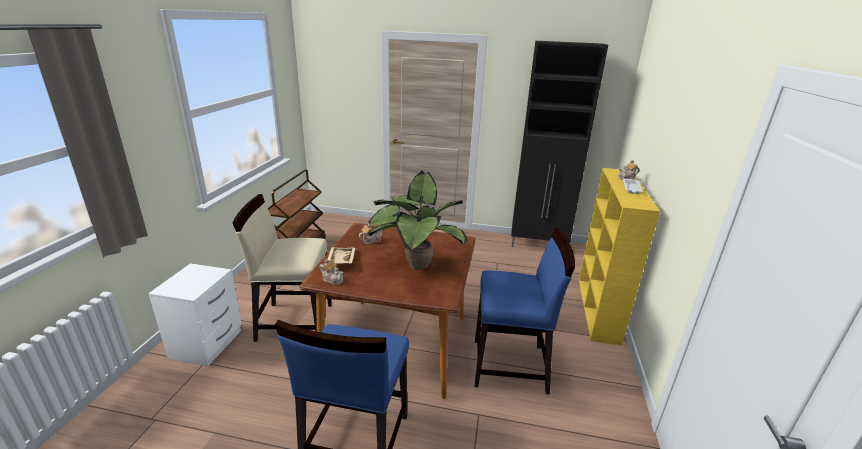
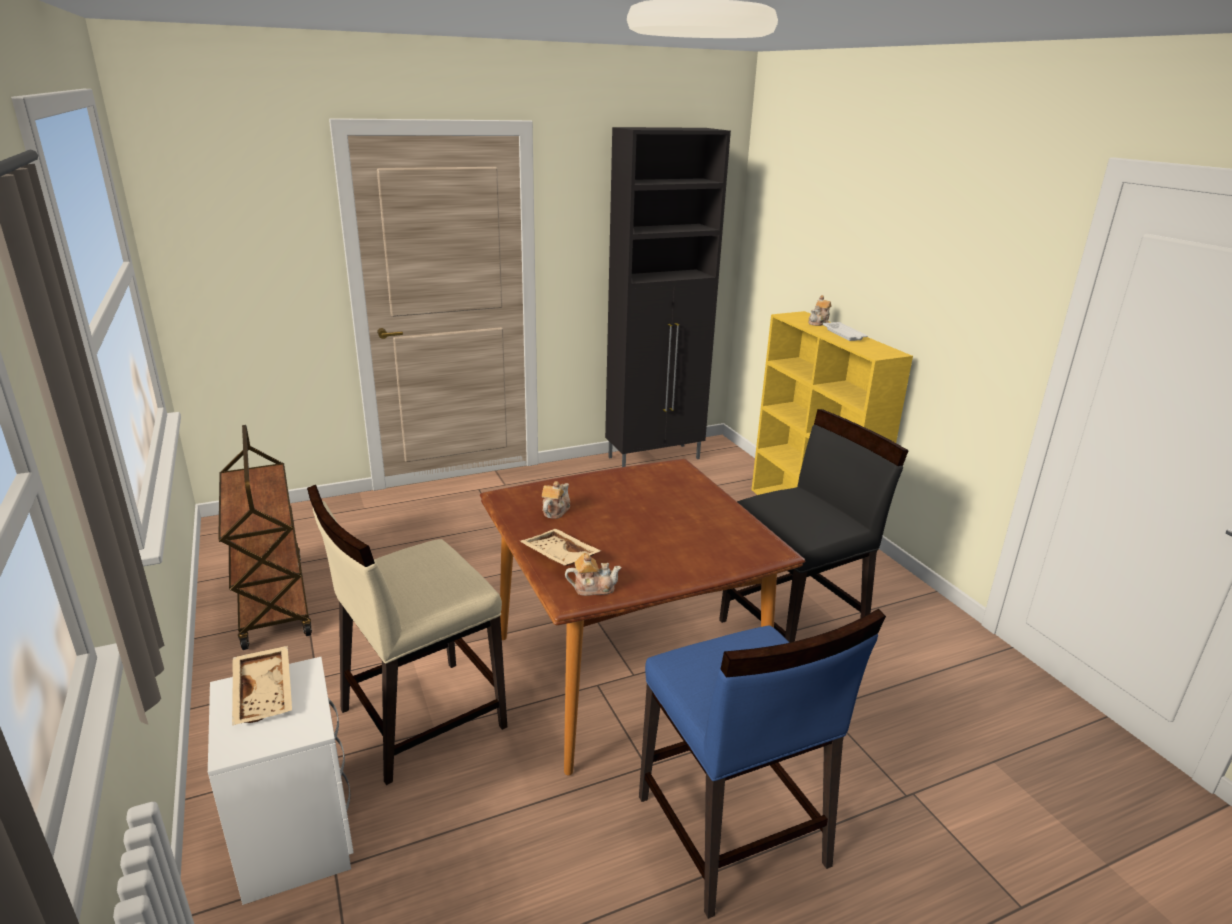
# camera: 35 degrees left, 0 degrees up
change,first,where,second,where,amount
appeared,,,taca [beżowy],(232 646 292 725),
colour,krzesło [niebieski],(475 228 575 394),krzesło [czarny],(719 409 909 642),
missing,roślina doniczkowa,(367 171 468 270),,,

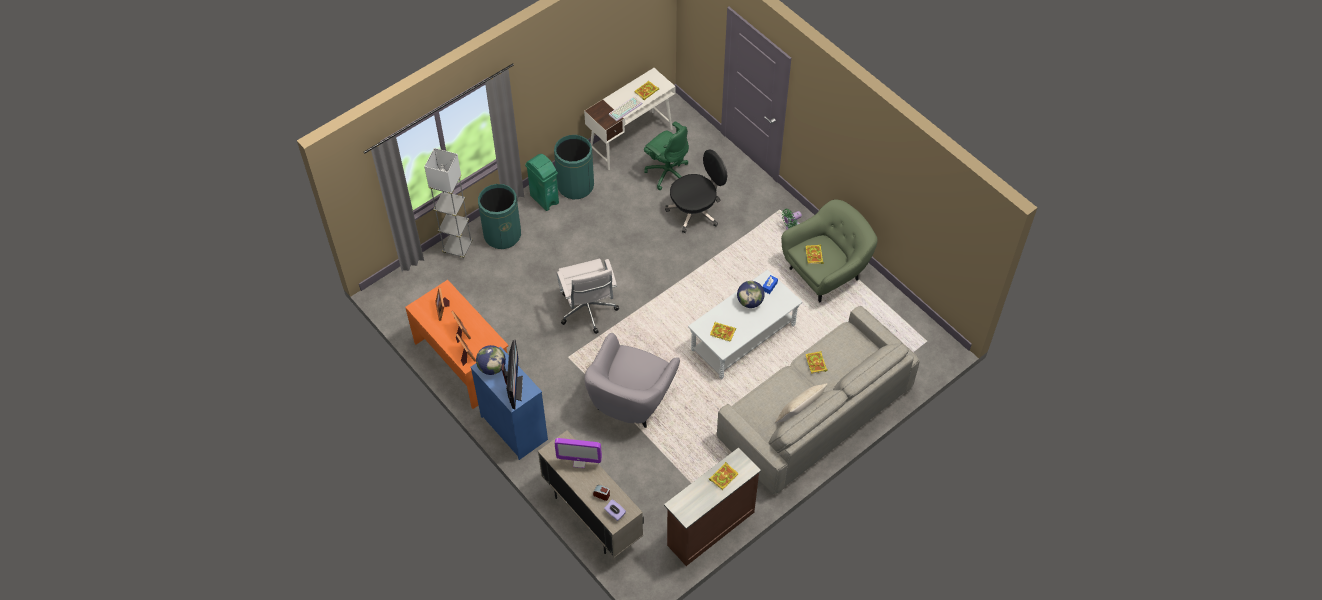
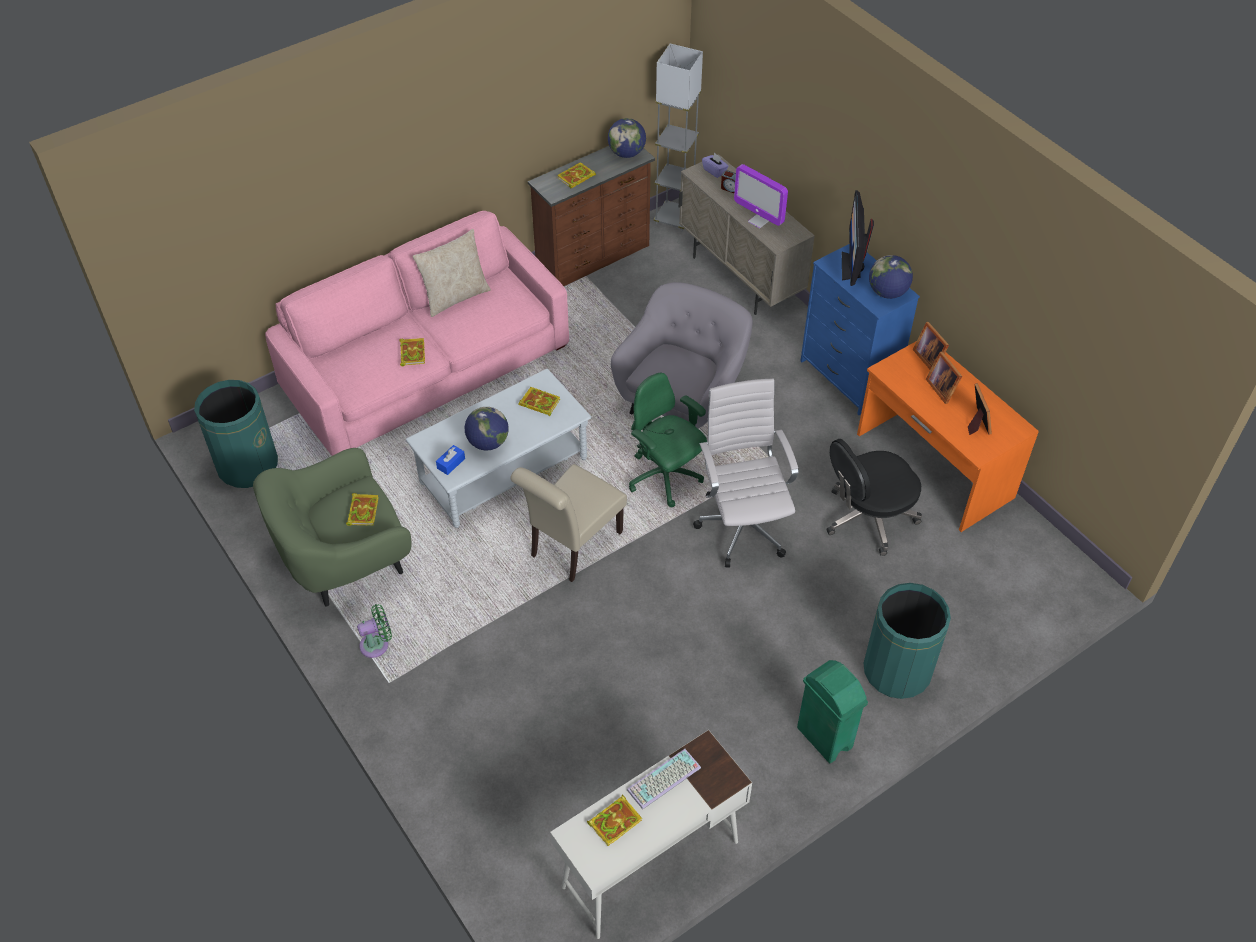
# camera: 175 degrees left, 5 degrees down
change,first,where,second,where,amount
relocated,kosz na śmieci [zielony],(554 135 594 199),,(194 380 278 488),
colour,kanapa [szary],(717 306 919 495),kanapa [różowy],(265 211 569 456),
appeared,,,krzesło [beżowy],(510 464 627 582),
appeared,,,globus,(608 118 646 158),
relocated,krzesło biurowe [zielony],(644 122 689 190),,(629 373 707 507),
relocated,lampa stojąca [szary],(424 148 473 259),,(654 43 703 232),
spun,monitor,(555 438 602 468),,(734 164 788 228),150 degrees counterclockwise
relocated,krzesło biurowe [czarny],(665 149 727 233),,(826 439 922 556),

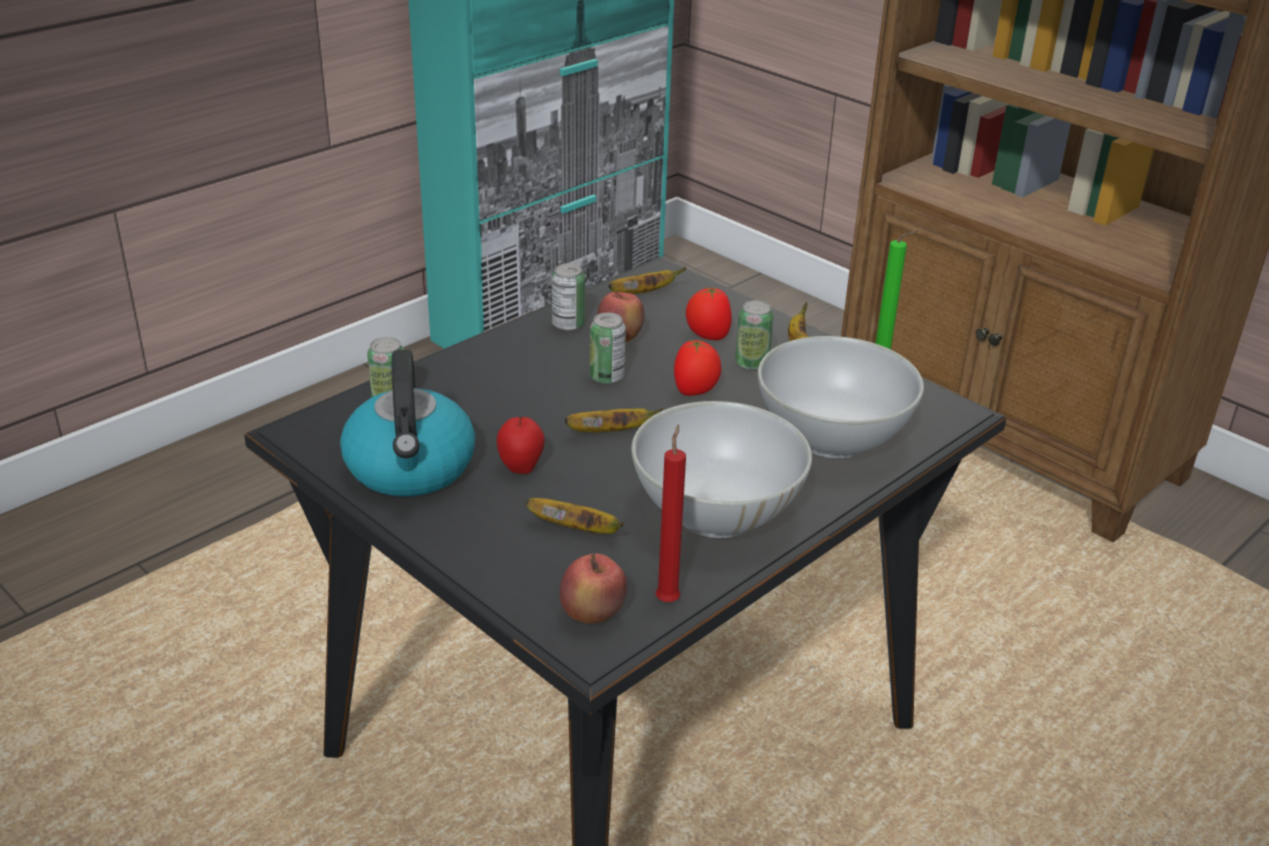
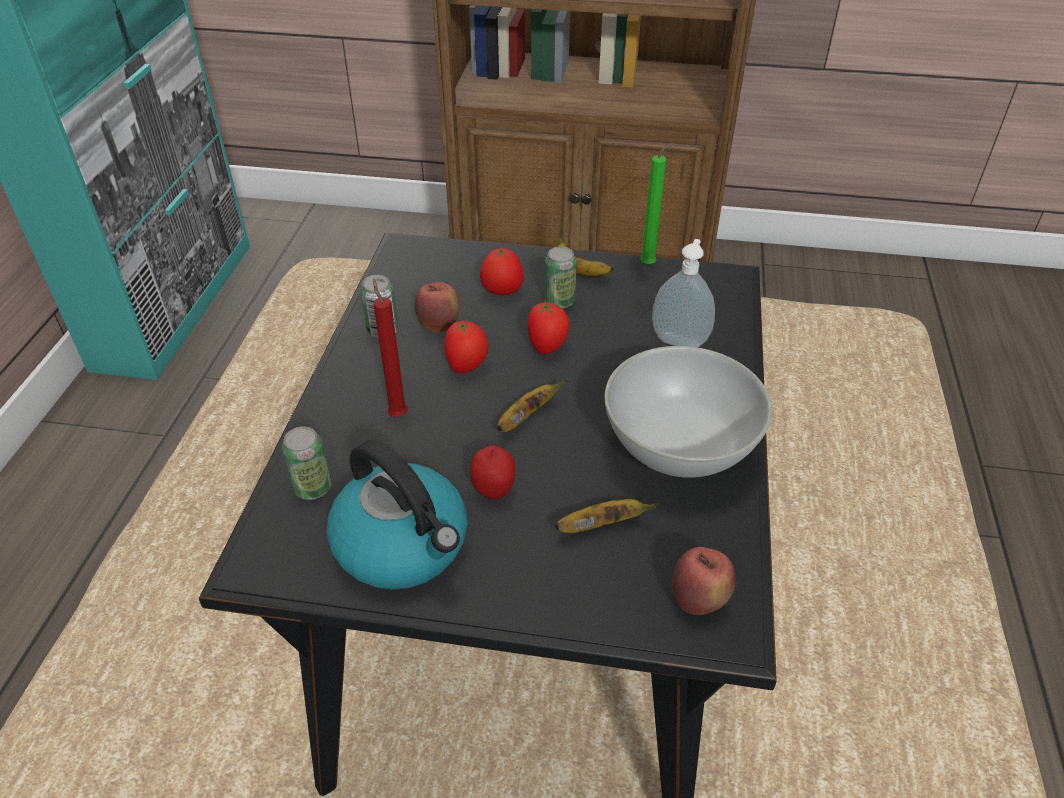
# camera: 35 degrees left, 10 degrees up
change,first,where,second,where,amount
relocated,świeca [czerwony],(656 424 686 602),,(373 278 408 417),
exchanged,puszka,(590 312 626 384),pomidor,(444 319 489 373),
exchanged,miska [biały],(758 336 924 459),dozownik mydła,(652 239 715 347),
missing,banan,(608 267 686 294),,,

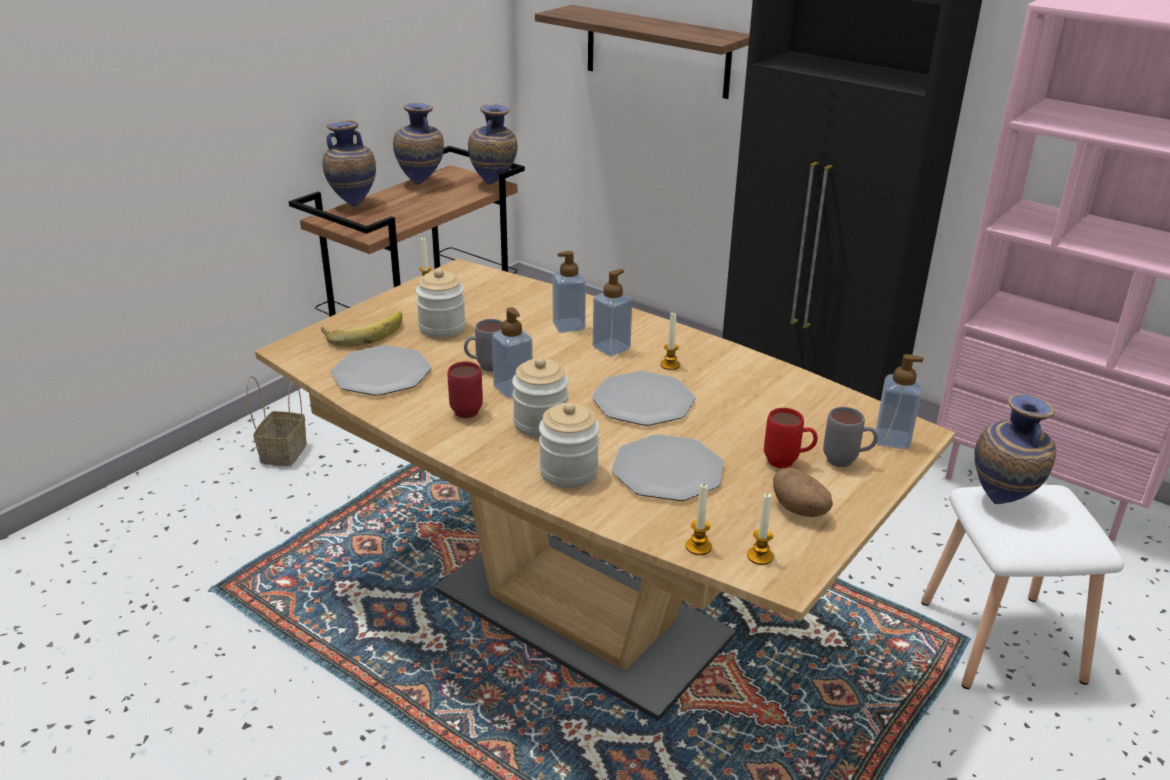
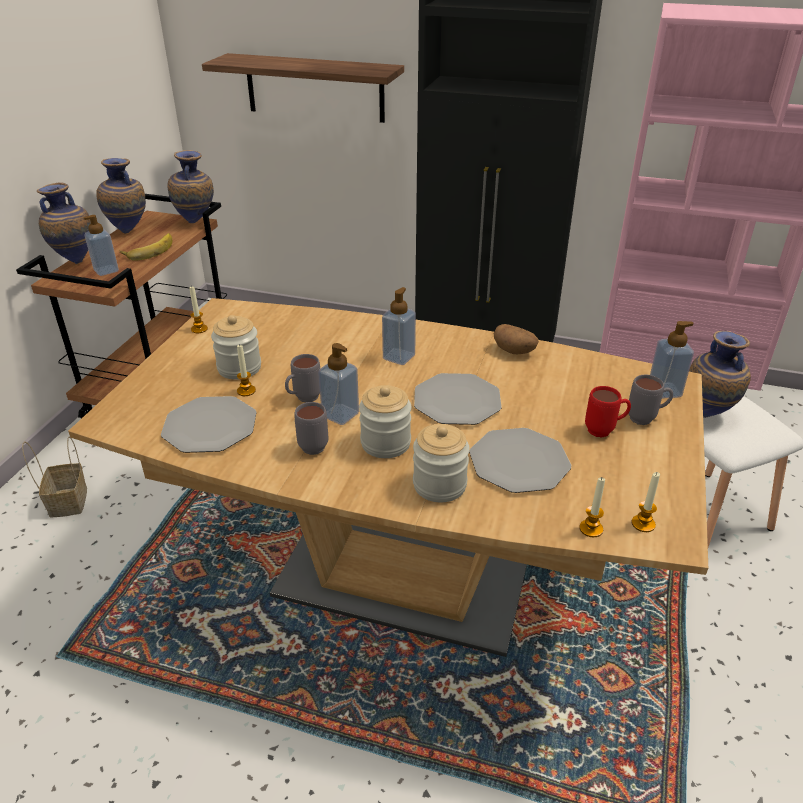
# camera: 20 degrees left, 5 degrees up
change,first,where,second,where,amount
relocated,dozownik mydła,(553 251 586 333),,(84 215 119 276),
relocated,banan,(321 311 402 347),,(119 233 172 261),
relocated,świeca,(660 311 680 370),,(237 344 256 396),
colour,kubek [czerwony],(448 362 483 418),kubek [szary],(294 402 328 455),
relocated,ziemniak,(773 468 833 517),,(494 324 539 354),

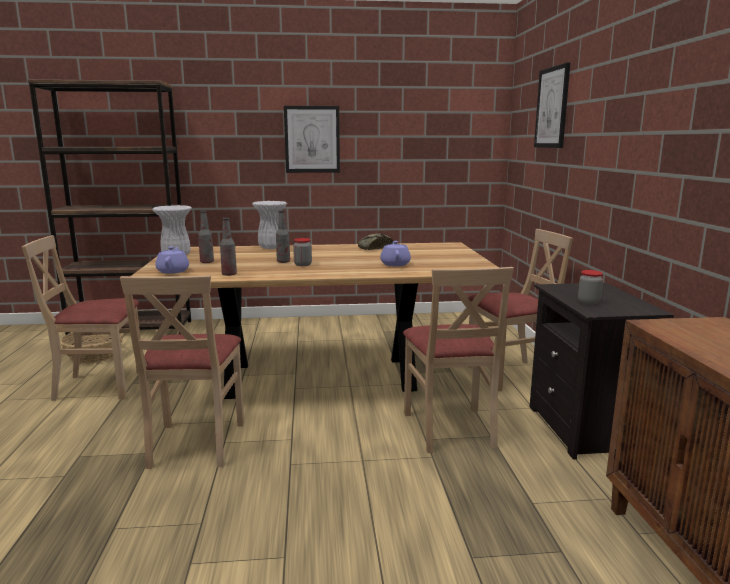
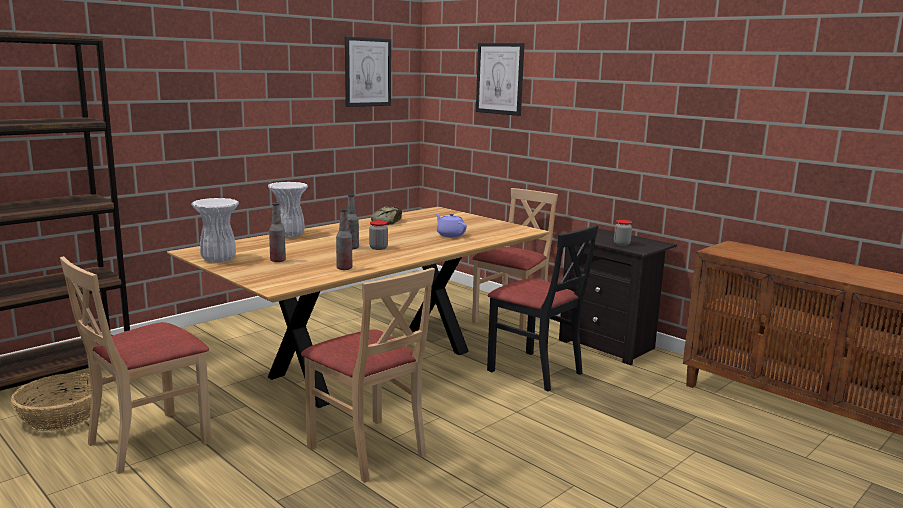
# camera: 40 degrees left, 0 degrees up
change,first,where,second,where,amount
relocated,obraz,(284 106 340 173),,(345 36 391 107),
colour,krzesło [beżowy],(403 267 514 453),krzesło [czarny],(487 224 599 392),
missing,imbryk [fioletowy],(155 246 189 274),,,

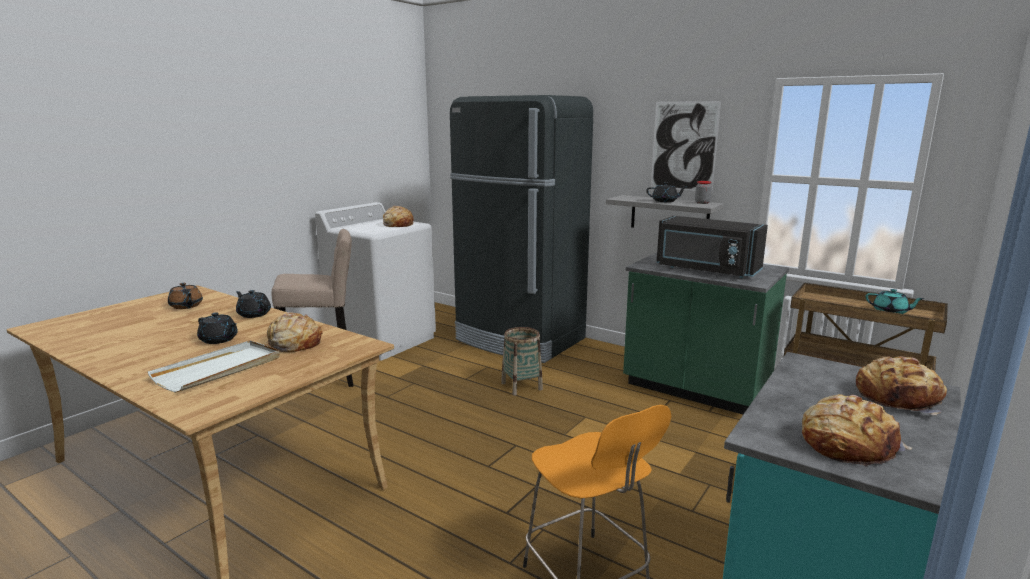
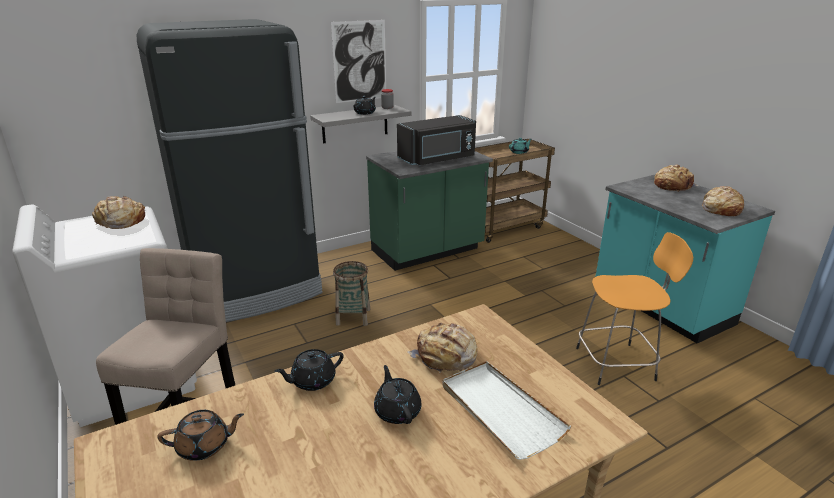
# camera: 65 degrees left, 10 degrees up
change,first,where,second,where,amount
spun,imbryk [czarny],(197 312 238 344),,(374 365 421 424),75 degrees counterclockwise

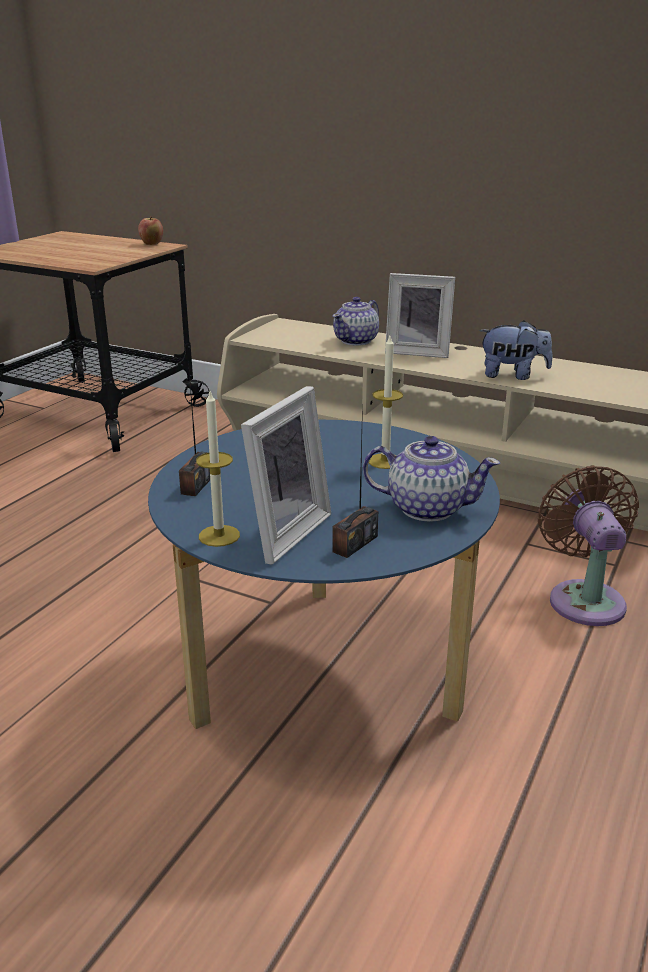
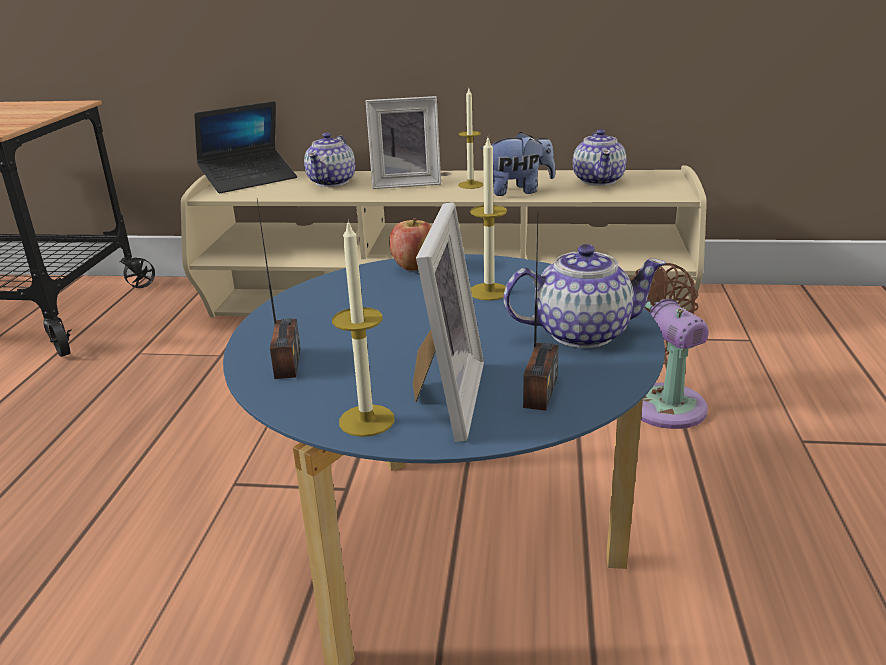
# camera: 20 degrees left, 0 degrees up
change,first,where,second,where,amount
appeared,,,laptop,(194 101 297 193),
relocated,jabłko,(138 216 163 245),,(389 218 432 271),
appeared,,,świeca,(458 89 483 189),
appeared,,,imbryk,(573 129 626 186),

